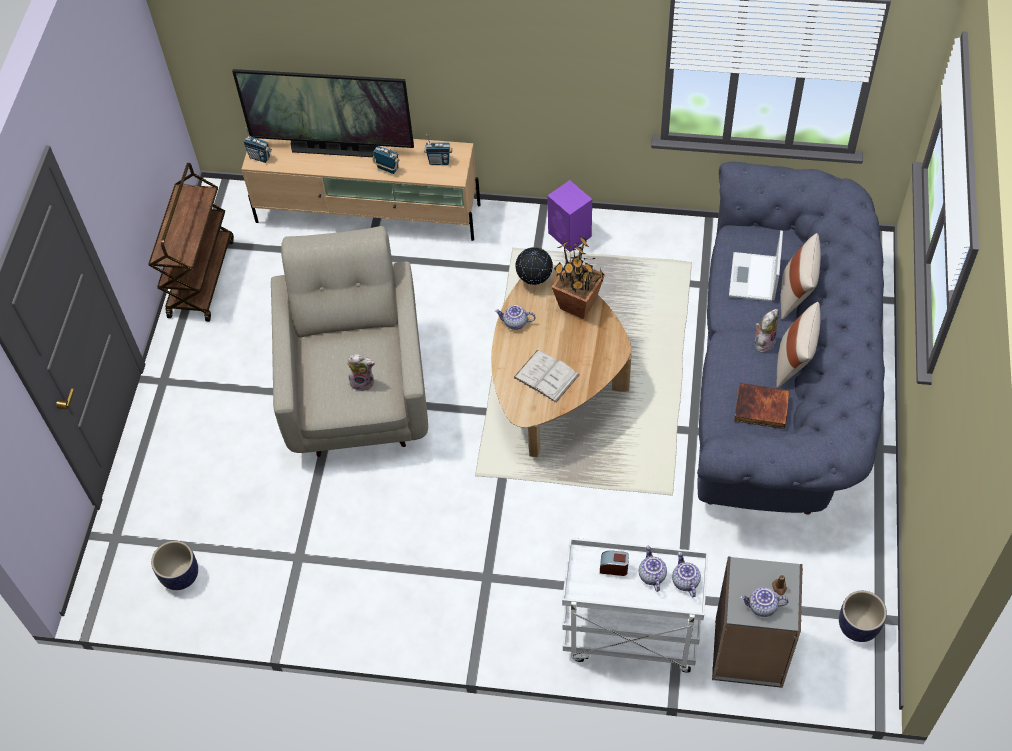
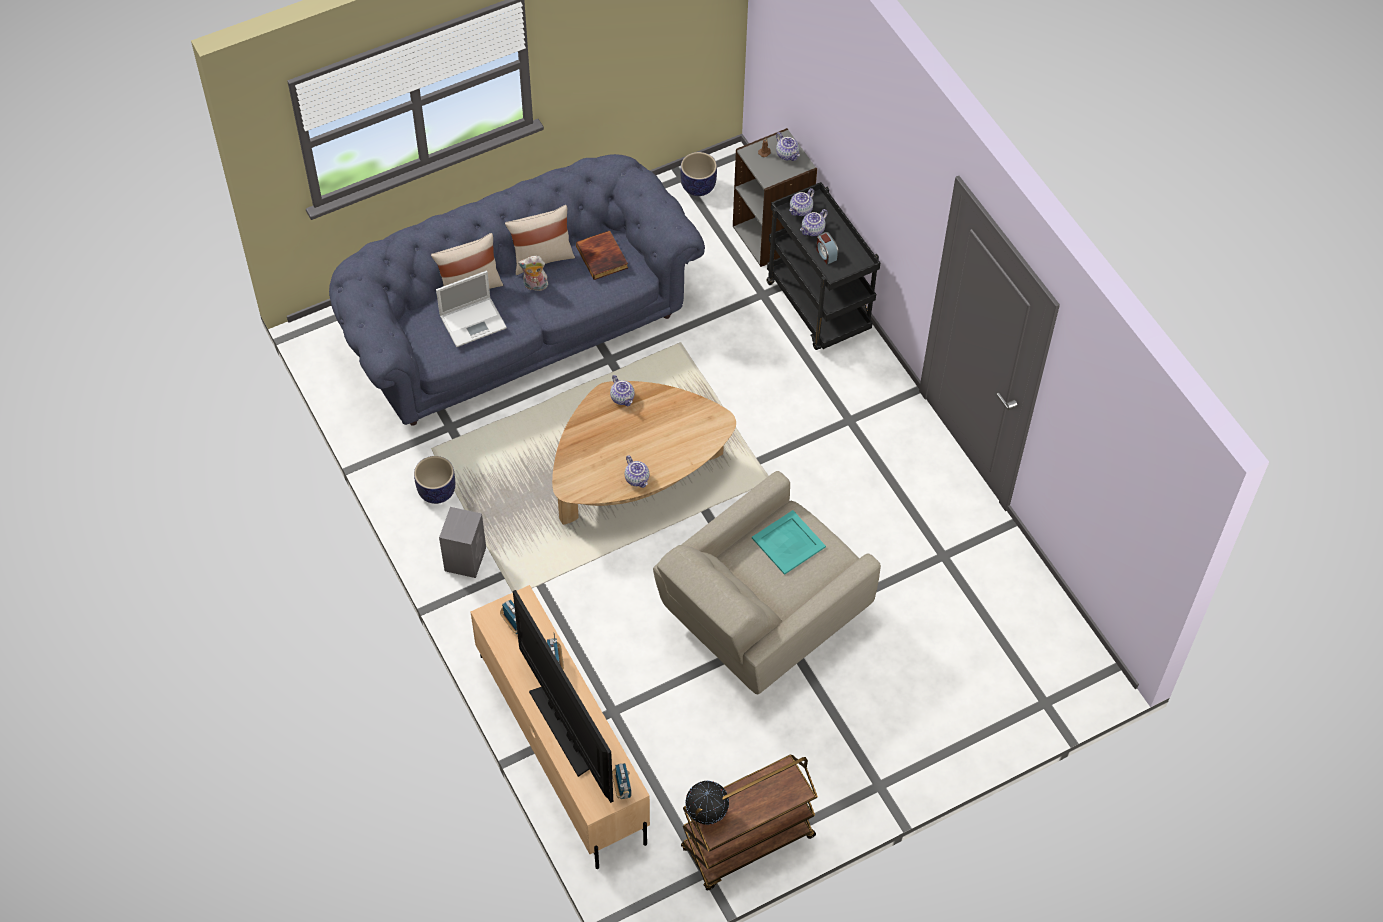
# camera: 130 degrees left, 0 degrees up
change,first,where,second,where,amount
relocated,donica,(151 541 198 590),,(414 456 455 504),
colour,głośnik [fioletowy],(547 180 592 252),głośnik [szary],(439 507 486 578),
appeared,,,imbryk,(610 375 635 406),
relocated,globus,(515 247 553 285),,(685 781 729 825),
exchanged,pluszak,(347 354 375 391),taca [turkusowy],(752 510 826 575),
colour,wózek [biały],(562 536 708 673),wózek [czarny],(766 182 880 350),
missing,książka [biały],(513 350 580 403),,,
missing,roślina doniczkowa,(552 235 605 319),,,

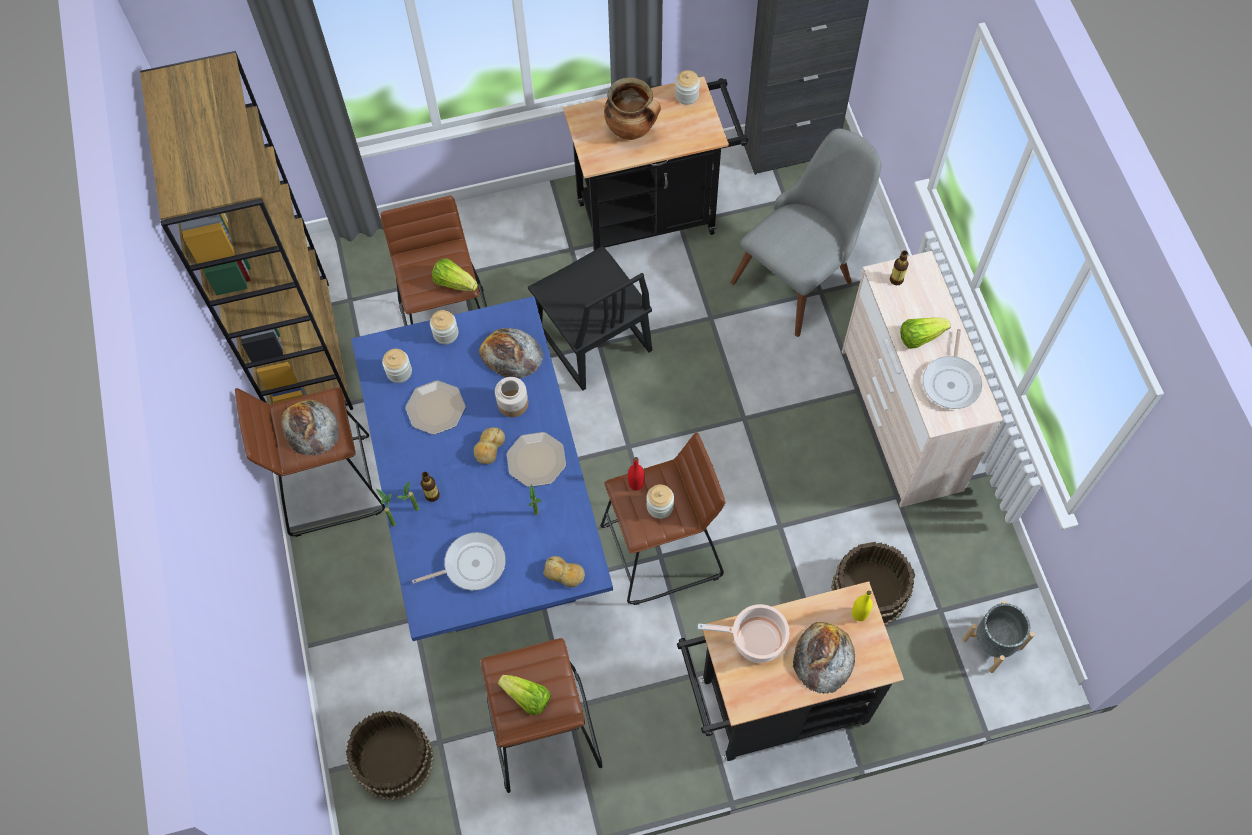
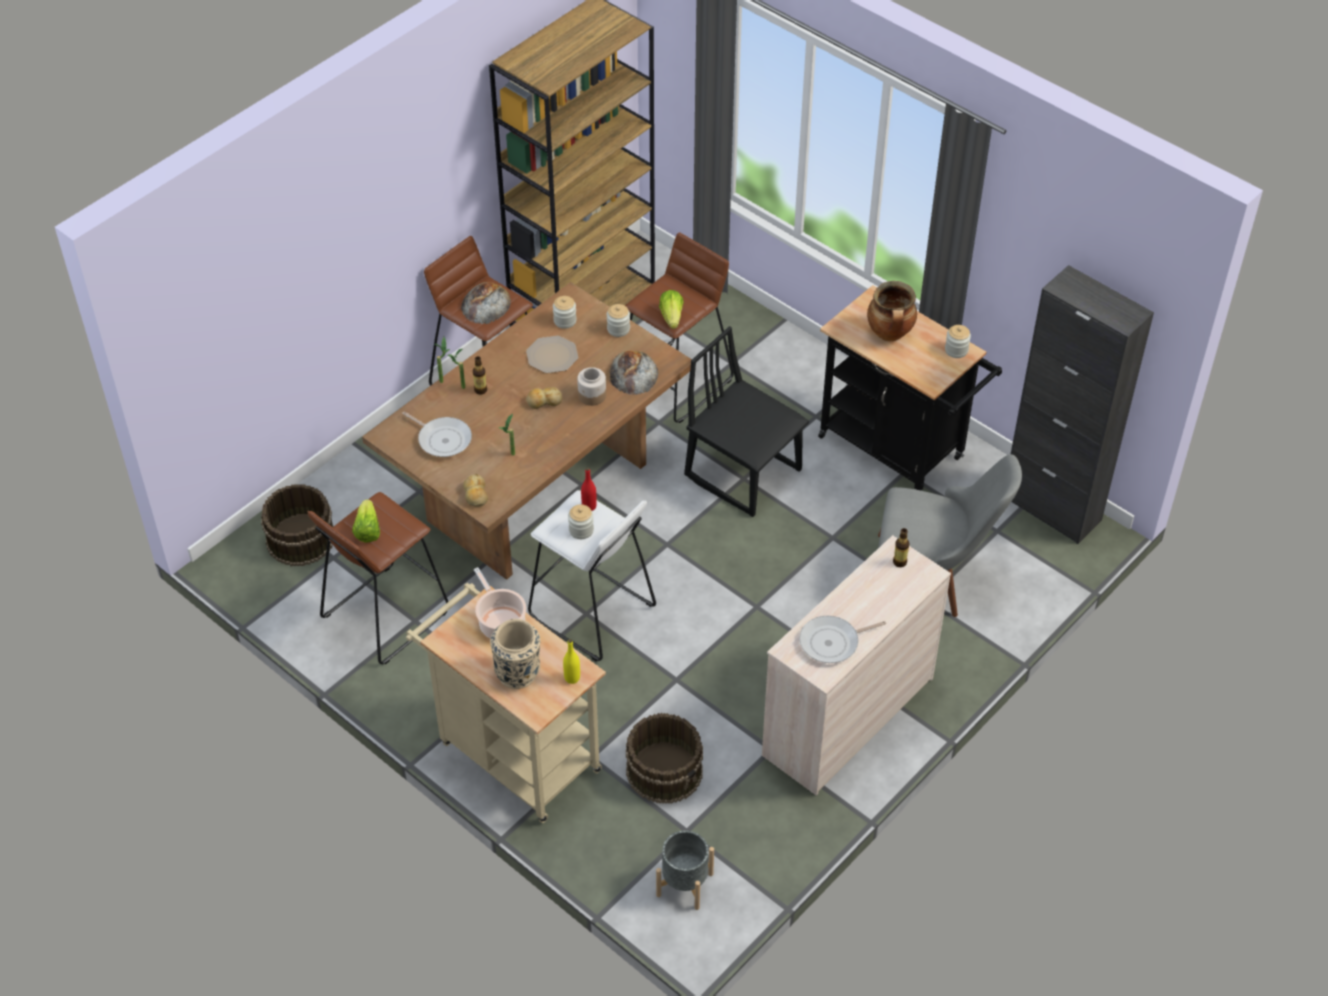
# camera: 55 degrees right, 15 degrees down
change,first,where,second,where,amount
colour,stół jadalny [niebieski],(351 296 613 641),stół jadalny [brązowy],(362 282 692 580),
colour,wózek [czarny],(677 581 904 761),wózek [beżowy],(406 583 606 823),
exchanged,chleb,(793 622 855 694),wazon [beżowy],(490 619 540 689),
colour,stołek [brązowy],(600 432 726 605),stołek [biały],(528 490 656 661),
spun,krzesło [czarny],(528 246 652 391),,(684 326 809 517),105 degrees clockwise
missing,talerz,(507 432 566 487),,,
missing,sałata,(900 317 951 349),,,

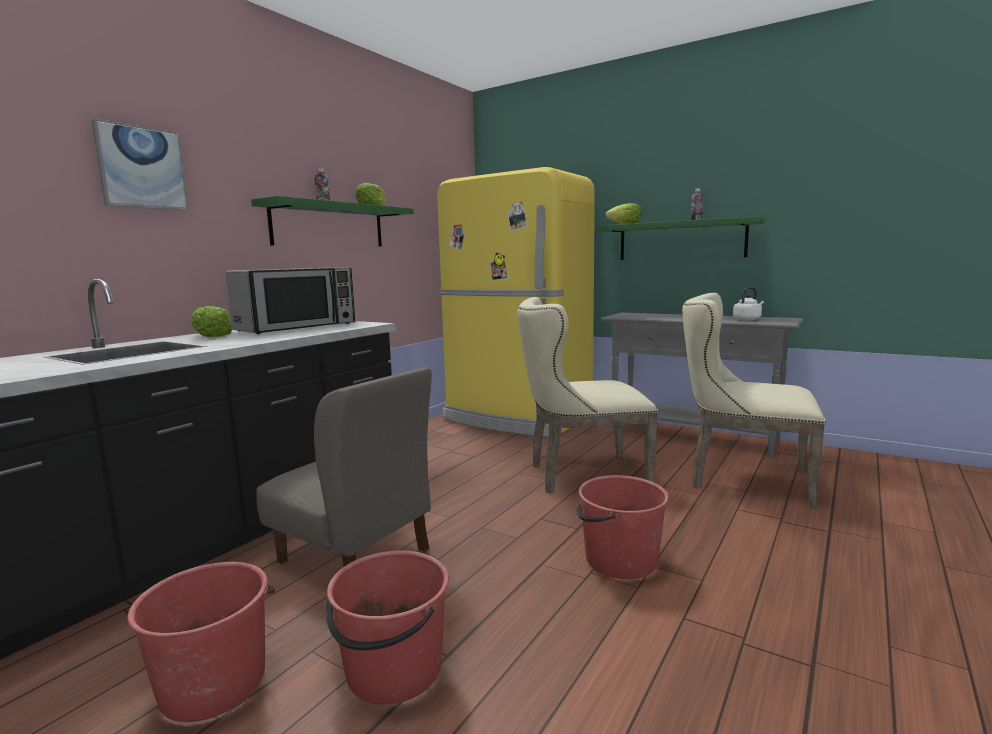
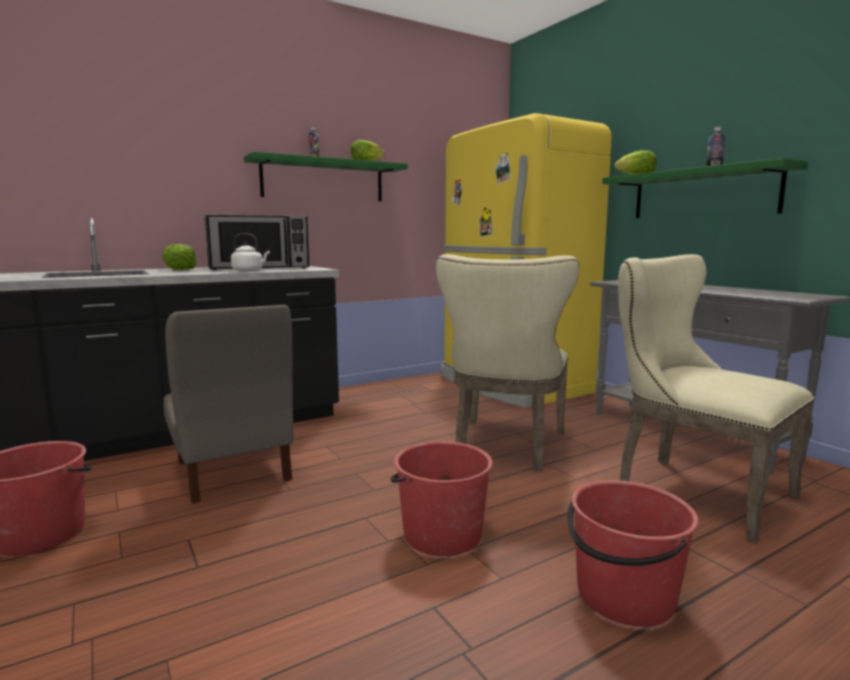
# camera: 25 degrees right, 0 degrees up
change,first,where,second,where,amount
relocated,czajnik [biały],(733 287 764 321),,(231 233 270 272),
spun,krzesło [beżowy],(517 297 658 493),,(436 254 579 472),90 degrees counterclockwise
relocated,wiadro [czerwony],(326 550 449 705),,(567 480 699 627),
missing,obraz,(91 118 189 210),,,

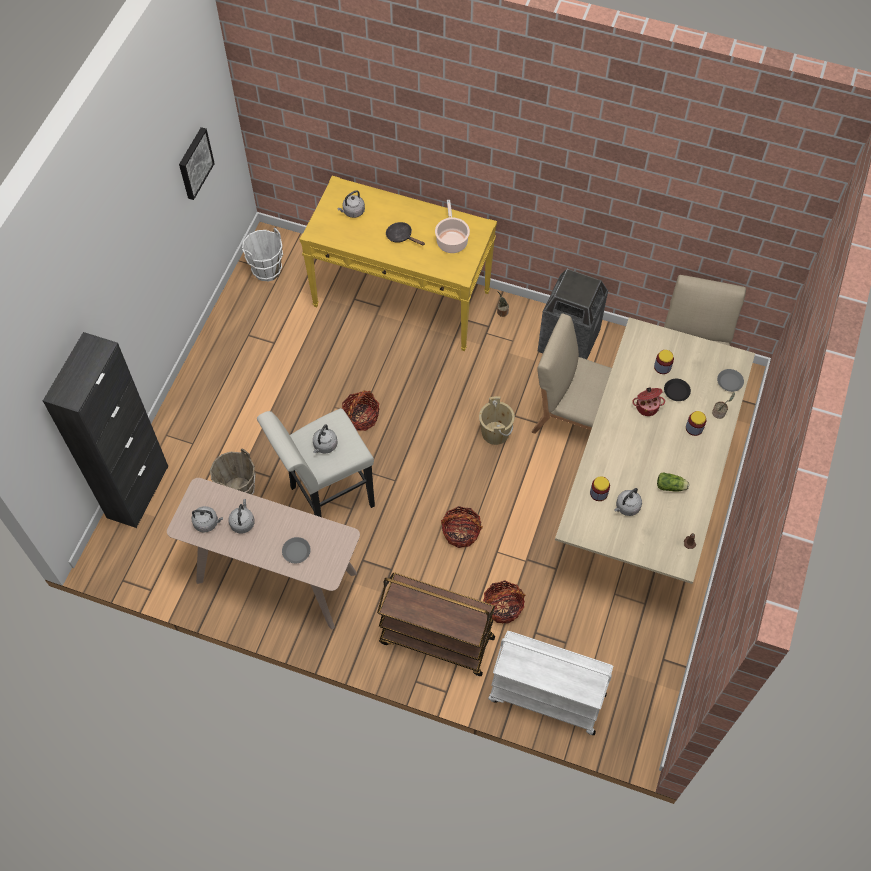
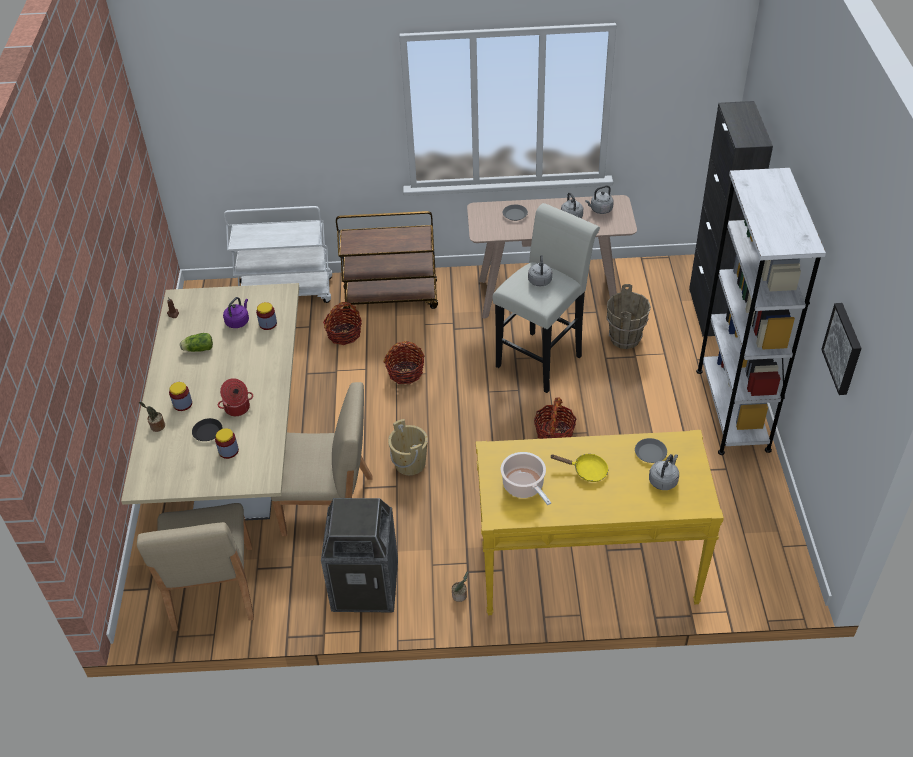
# camera: 160 degrees right, 15 degrees down
change,first,where,second,where,amount
colour,czajnik [szary],(614 488 642 516),czajnik [fioletowy],(223 297 249 328),
colour,patelnia [czarny],(386 222 425 246),patelnia [żółty],(551 454 608 482),
relocated,talerz [szary],(717 369 744 392),,(635 438 667 463),
appeared,,,regał [biały],(696 168 826 455),
missing,wiadro [biały],(242 228 283 282),,,

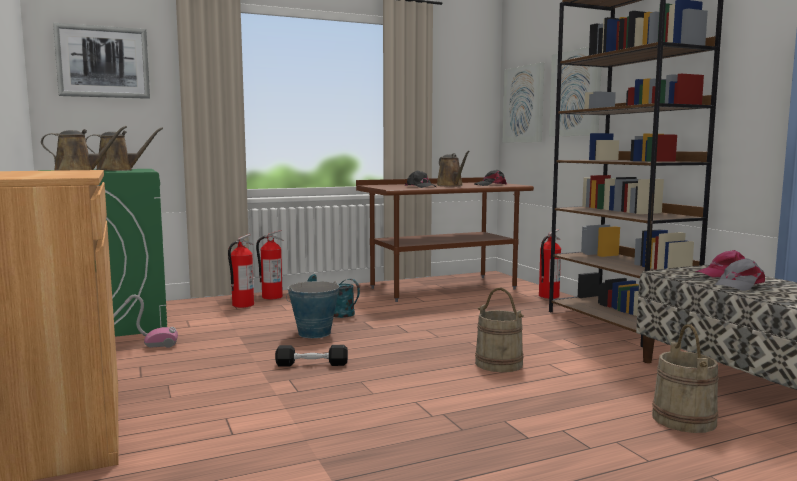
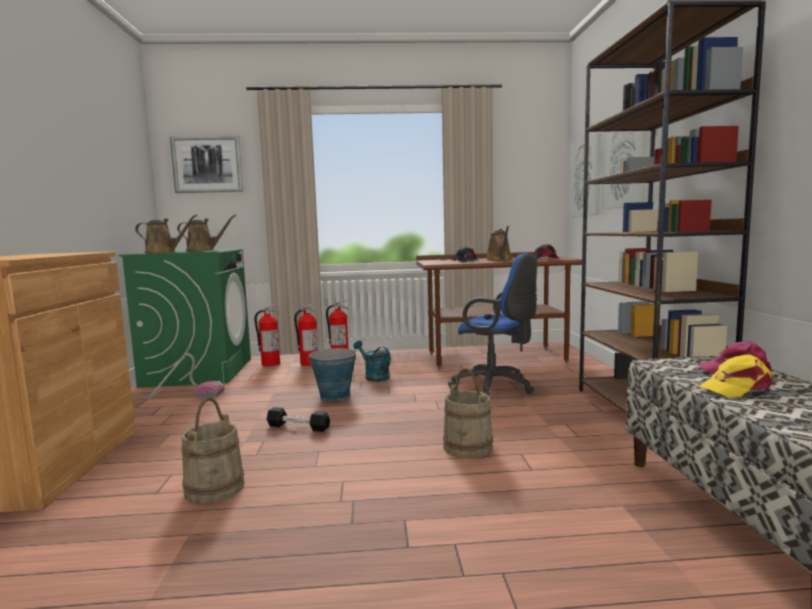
# camera: 20 degrees right, 0 degrees up
change,first,where,second,where,amount
relocated,wiadro [beżowy],(652 324 719 433),,(181 398 245 504),
relocated,gaśnica,(539 229 561 299),,(254 304 280 367),
appeared,,,krzesło biurowe [niebieski],(448 253 537 396),
colour,czapka z daszkiem [szary],(715 258 765 291),czapka z daszkiem [żółty],(698 354 773 398),

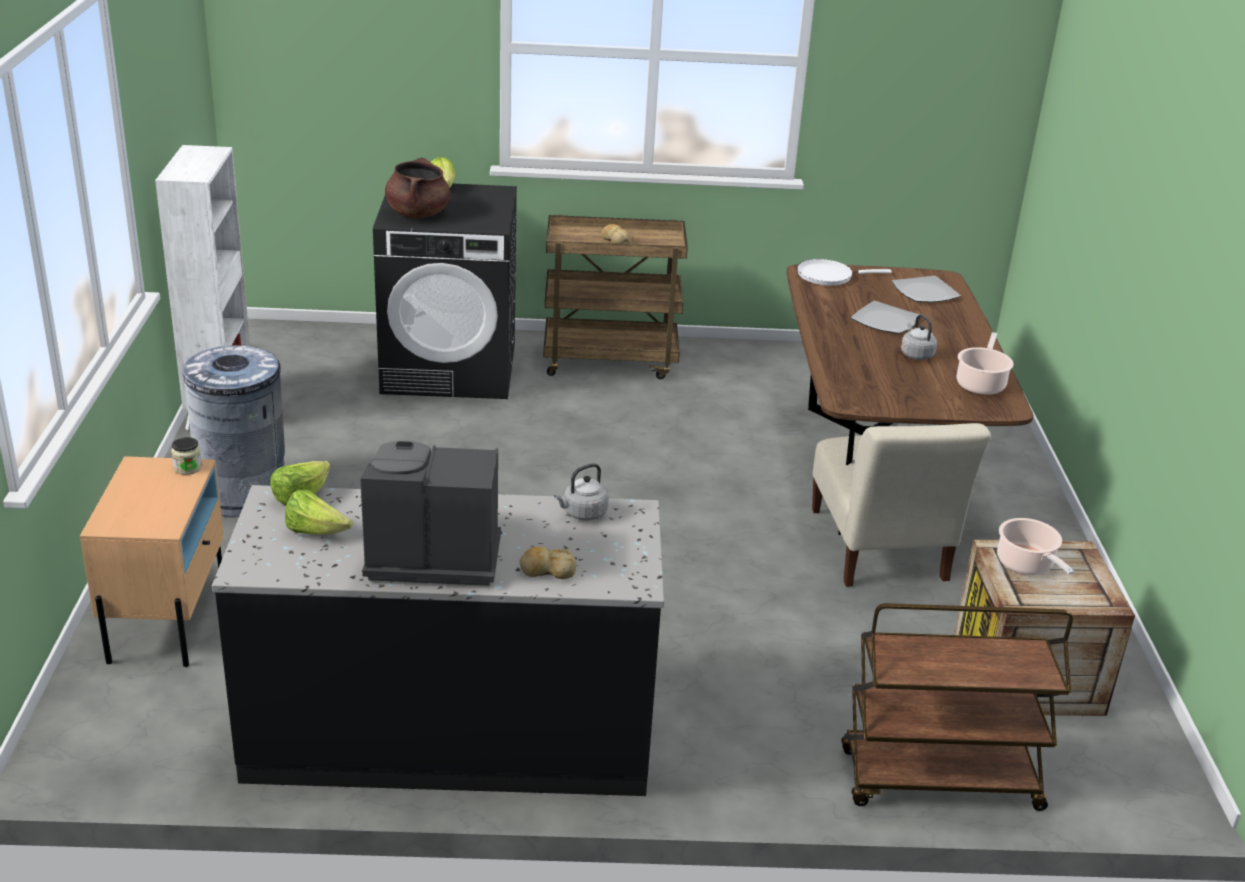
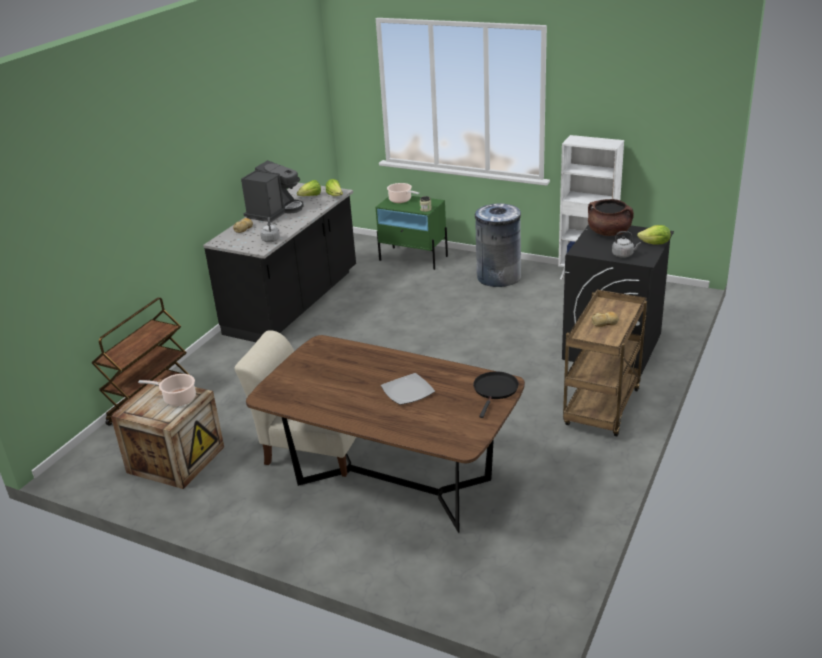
# camera: 120 degrees right, 0 degrees up
change,first,where,second,where,amount
colour,szafka nocna [beżowy],(80 456 224 667),szafka nocna [zielony],(376 196 448 270),
relocated,garnek,(957 332 1014 395),,(387 183 419 203),
colour,patelnia [biały],(797 259 892 285),patelnia [czarny],(473 371 519 418),
relocated,czajnik [szary],(901 314 937 360),,(612 231 641 258),
missing,talerz,(892 276 961 303),,,

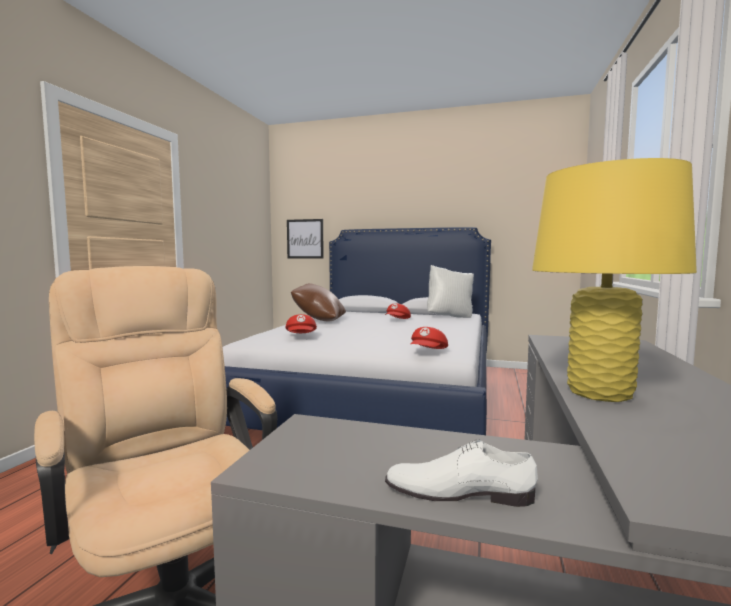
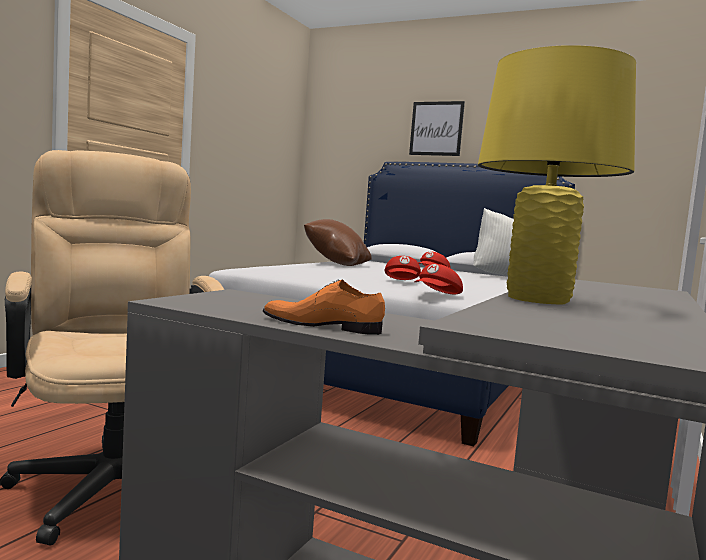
# camera: 10 degrees right, 0 degrees up
change,first,where,second,where,amount
colour,but [biały],(385 440 538 507),but [pomarańczowy],(263 279 385 335),
relocated,czapka z daszkiem [czerwony],(286 314 317 333),,(384 256 421 280),
relocated,obraz,(287 219 324 259),,(409 101 465 156),

